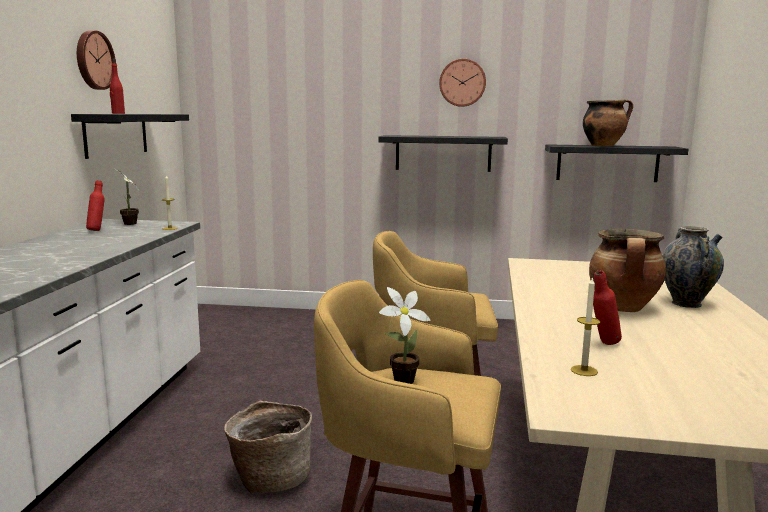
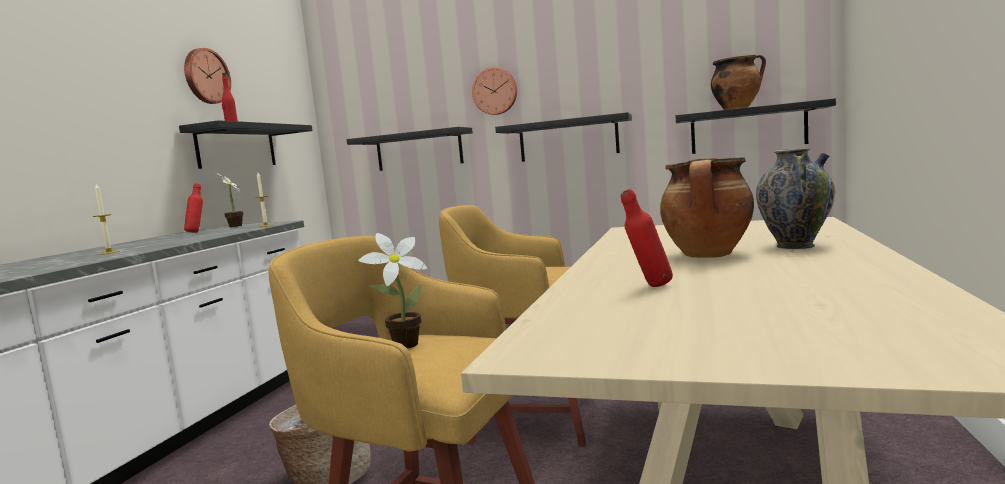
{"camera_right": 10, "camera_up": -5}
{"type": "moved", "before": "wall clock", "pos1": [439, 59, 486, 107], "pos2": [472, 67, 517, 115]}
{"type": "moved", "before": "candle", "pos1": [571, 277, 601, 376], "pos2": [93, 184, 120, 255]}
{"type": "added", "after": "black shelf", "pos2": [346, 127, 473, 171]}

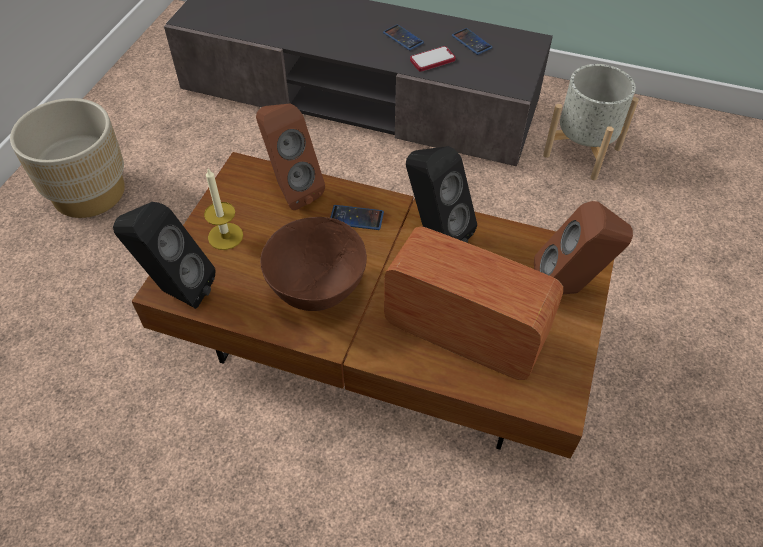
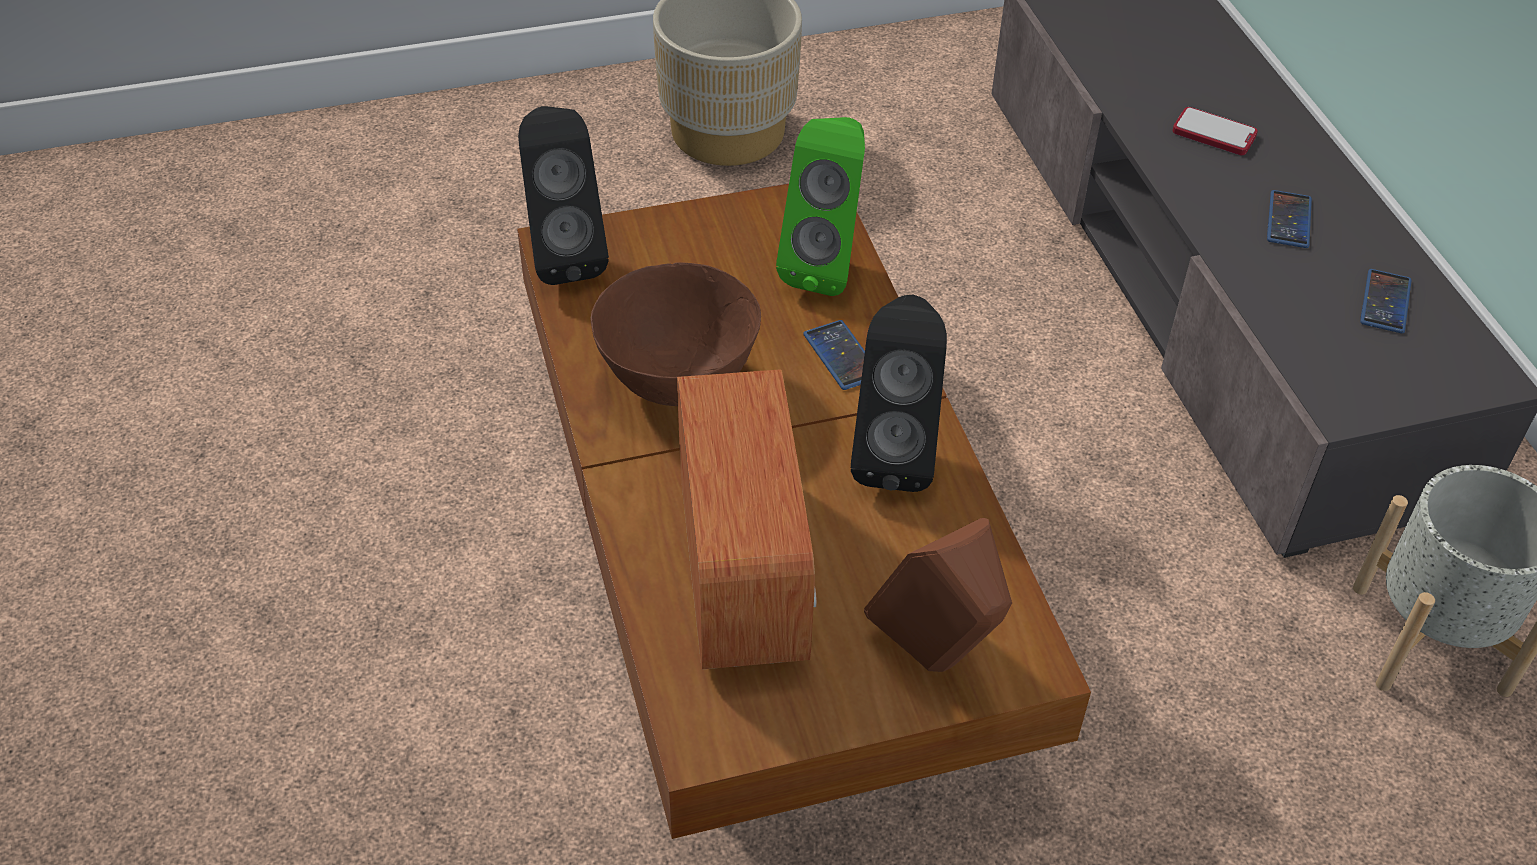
{"camera_right": 55, "camera_up": -5}
{"type": "removed", "before": "candle", "pos1": [204, 169, 243, 250]}
{"type": "recoloured", "before": "brown speaker", "after": "green speaker", "pos1": [256, 103, 325, 210], "pos2": [776, 117, 865, 296]}
{"type": "moved", "before": "phone", "pos1": [410, 46, 456, 72], "pos2": [1172, 107, 1258, 155]}

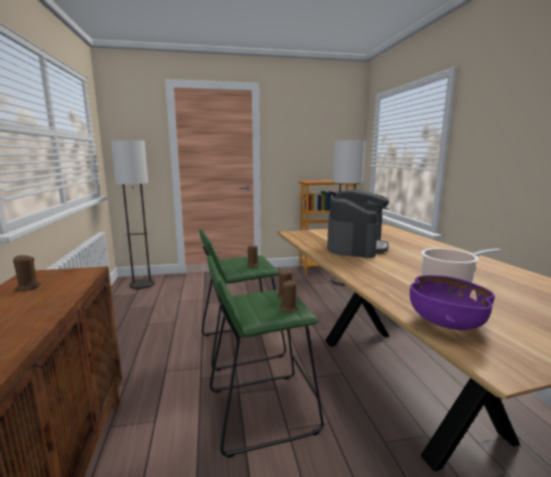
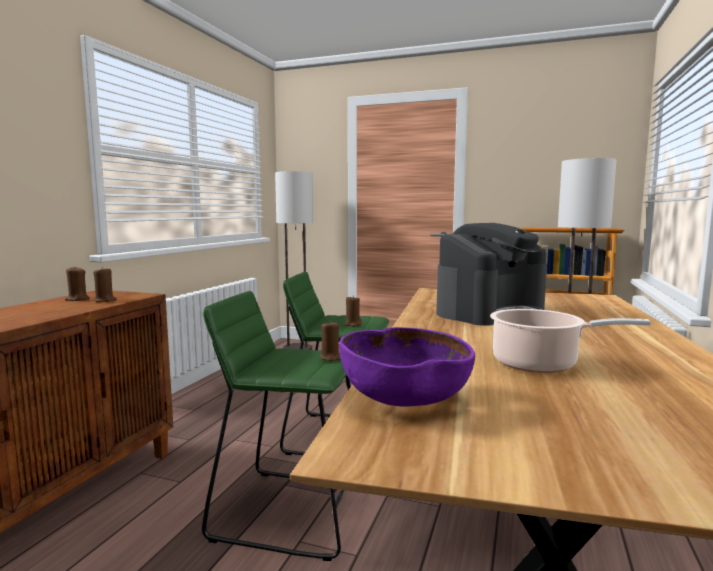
{"camera_right": 30, "camera_up": -5}
{"type": "moved", "before": "brown candle", "pos1": [280, 280, 299, 312], "pos2": [93, 267, 117, 302]}

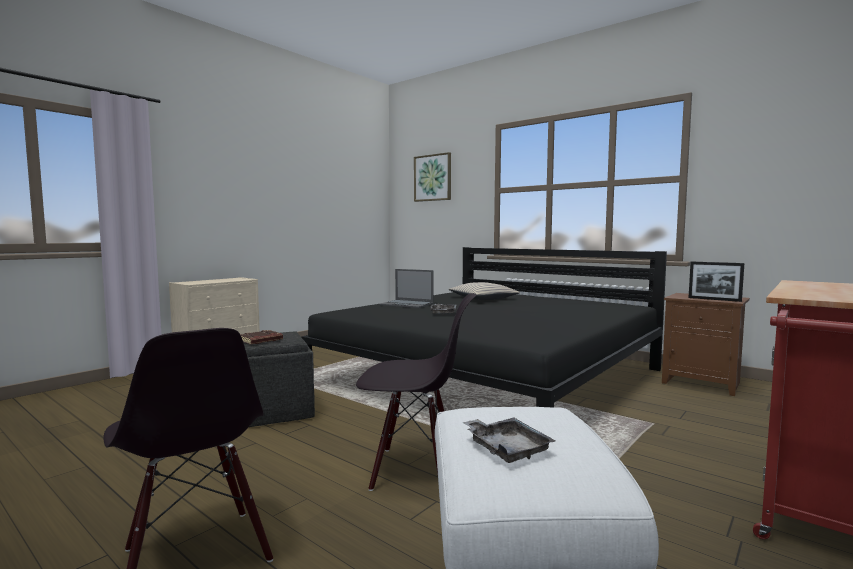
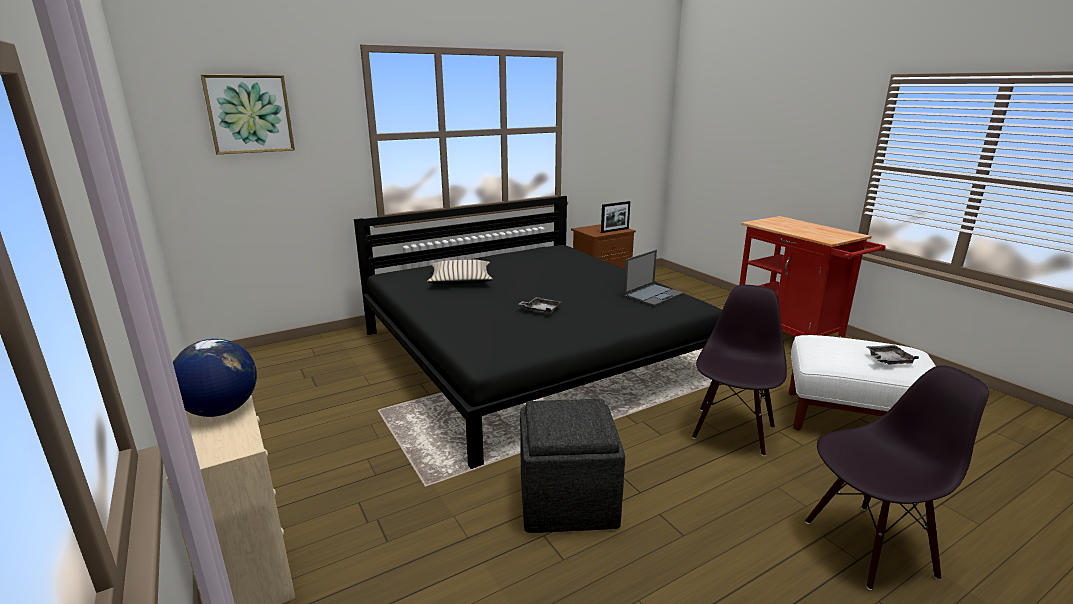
{"camera_right": -70, "camera_up": 15}
{"type": "removed", "before": "brown book", "pos1": [240, 330, 283, 344]}
{"type": "moved", "before": "laptop", "pos1": [380, 269, 434, 308], "pos2": [624, 250, 684, 306]}
{"type": "added", "after": "globe", "pos2": [173, 339, 257, 417]}

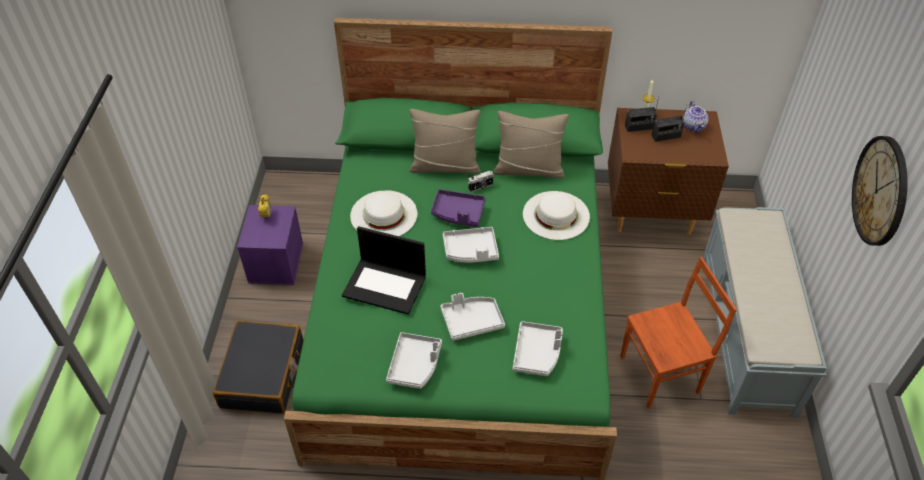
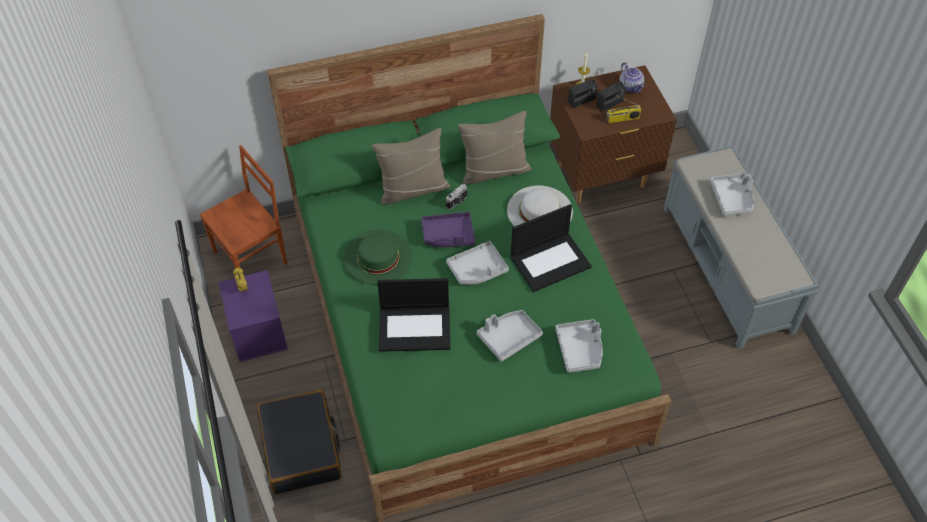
{"camera_right": -20, "camera_up": 5}
{"type": "recoloured", "before": "white hat", "after": "green hat", "pos1": [350, 190, 417, 236], "pos2": [344, 230, 412, 285]}
{"type": "moved", "before": "grey tray", "pos1": [386, 332, 442, 389], "pos2": [710, 173, 754, 216]}
{"type": "moved", "before": "brown chair", "pos1": [620, 257, 737, 409], "pos2": [200, 145, 287, 274]}
{"type": "removed", "before": "wall clock", "pos1": [852, 136, 908, 246]}
{"type": "added", "after": "laptop", "pos2": [511, 204, 592, 292]}
{"type": "added", "after": "radio", "pos2": [606, 96, 641, 124]}

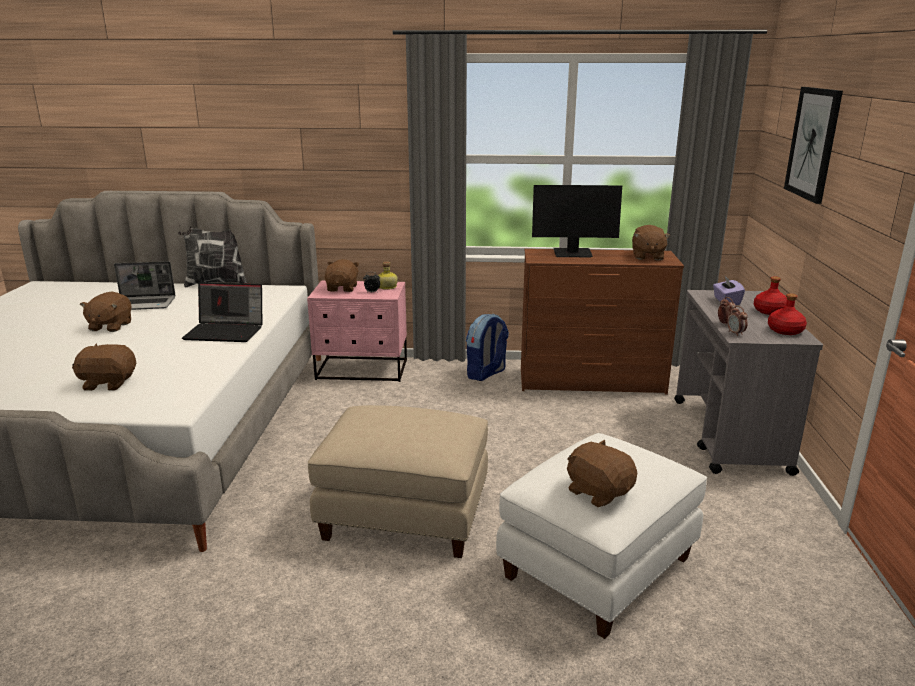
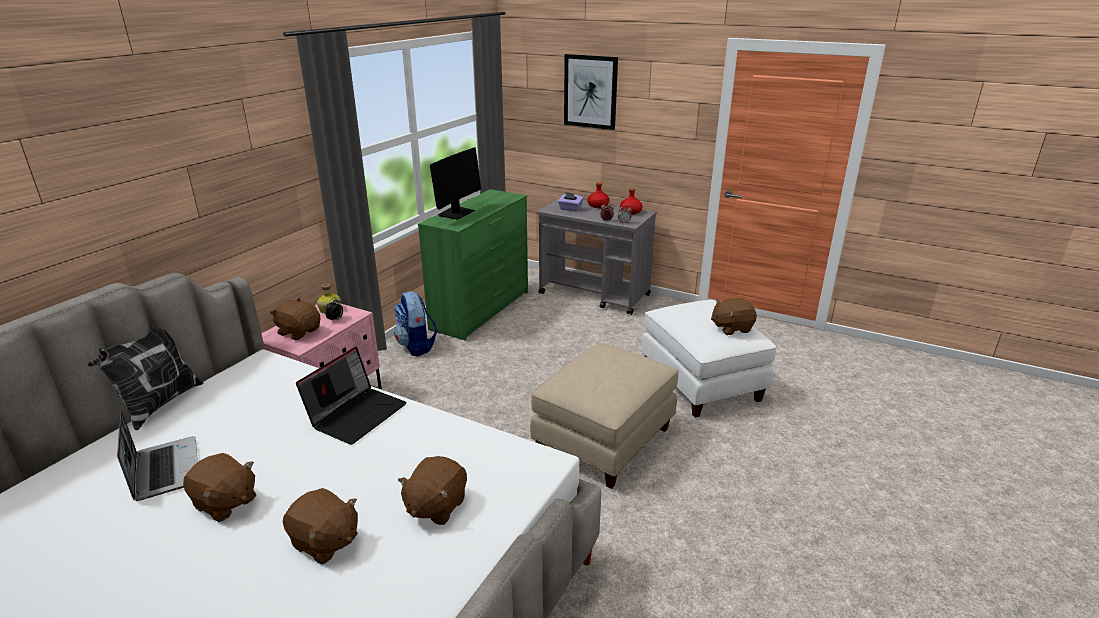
{"camera_right": -65, "camera_up": 5}
{"type": "turned", "before": "laptop", "pos1": [114, 261, 175, 310], "pos2": [117, 410, 198, 501], "turn": -45}
{"type": "recoloured", "before": "brown dresser", "after": "green dresser", "pos1": [521, 249, 684, 395], "pos2": [418, 189, 528, 341]}
{"type": "moved", "before": "brown plush toy", "pos1": [632, 225, 670, 260], "pos2": [283, 488, 358, 565]}

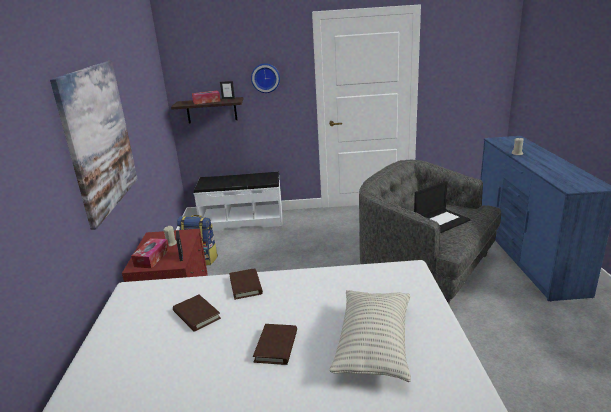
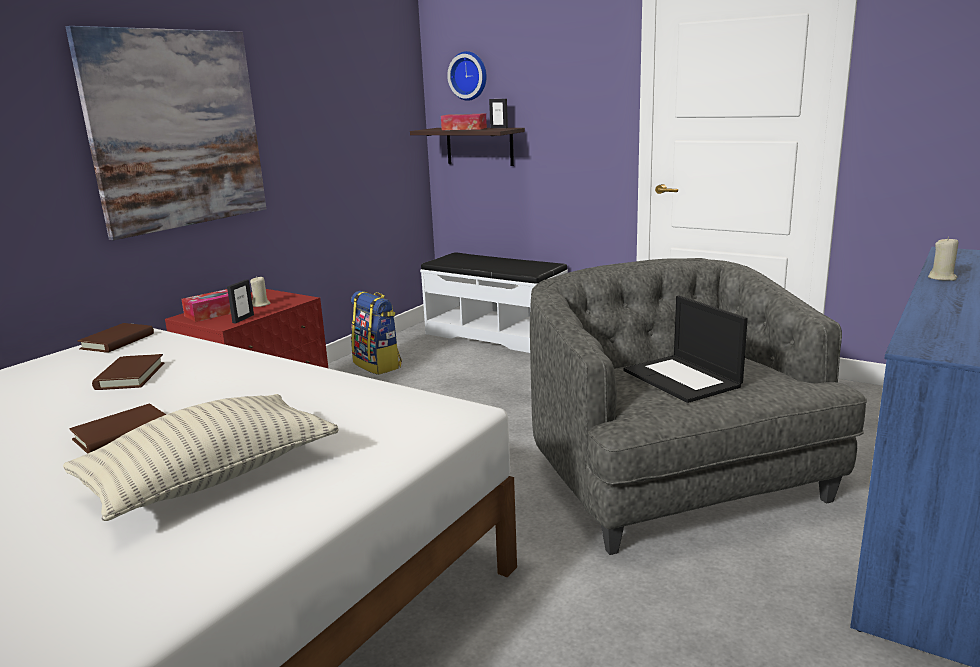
{"camera_right": 35, "camera_up": -5}
{"type": "moved", "before": "brown book", "pos1": [229, 268, 263, 300], "pos2": [77, 323, 154, 353]}
{"type": "moved", "before": "wall clock", "pos1": [251, 63, 280, 93], "pos2": [447, 51, 487, 101]}
{"type": "turned", "before": "laptop", "pos1": [414, 181, 471, 233], "pos2": [623, 295, 748, 403], "turn": 60}

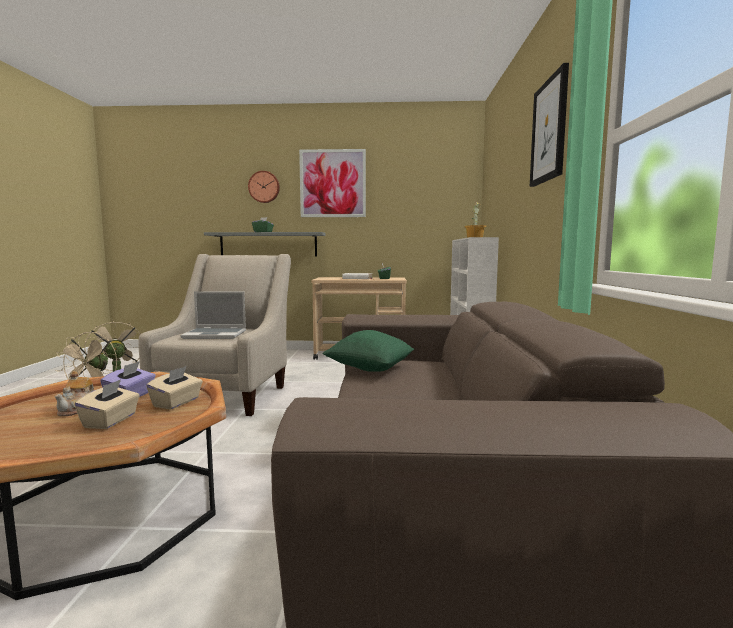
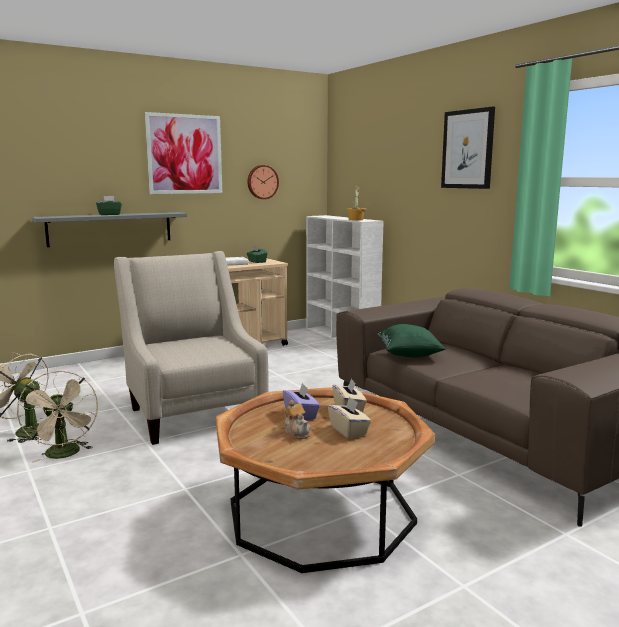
{"camera_right": -35, "camera_up": 5}
{"type": "removed", "before": "laptop", "pos1": [180, 292, 246, 339]}
{"type": "moved", "before": "wall clock", "pos1": [248, 171, 280, 203], "pos2": [247, 165, 279, 199]}

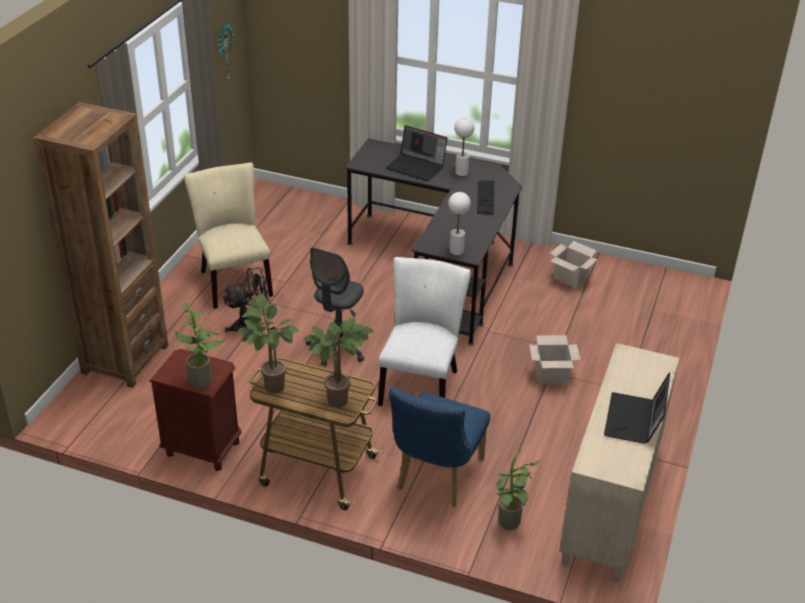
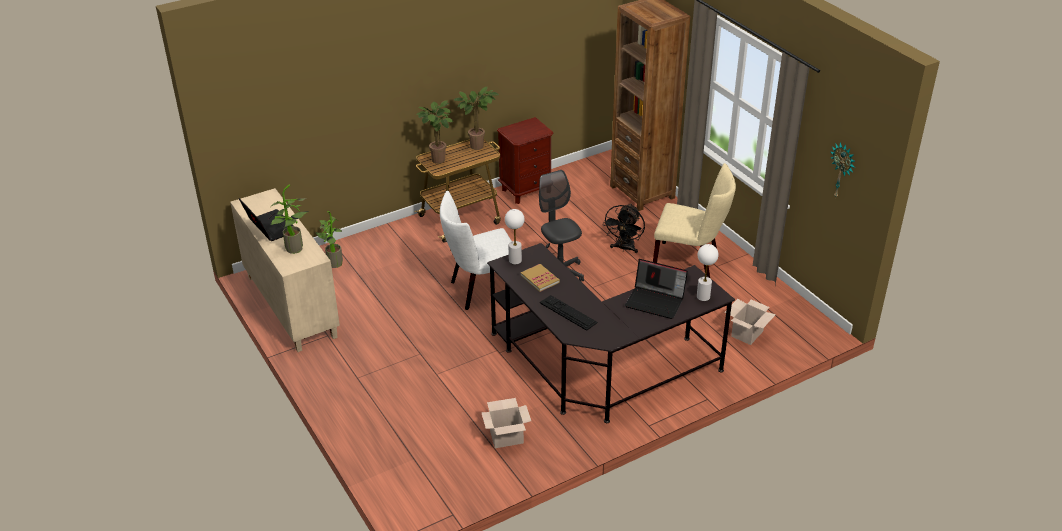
{"camera_right": 130, "camera_up": 0}
{"type": "moved", "before": "potted plant", "pos1": [175, 303, 226, 389], "pos2": [271, 185, 309, 254]}
{"type": "turned", "before": "white chair", "pos1": [378, 257, 471, 406], "pos2": [440, 191, 512, 310], "turn": 105}
{"type": "turned", "before": "laptop", "pos1": [386, 125, 448, 181], "pos2": [625, 259, 688, 319], "turn": -135}
{"type": "removed", "before": "blue chair", "pos1": [388, 387, 490, 507]}
{"type": "moved", "before": "white table lamp", "pos1": [454, 117, 474, 176], "pos2": [697, 244, 718, 301]}
{"type": "moved", "before": "cardboard box", "pos1": [529, 335, 580, 384], "pos2": [725, 299, 776, 345]}
{"type": "added", "after": "book", "pos2": [521, 264, 560, 292]}

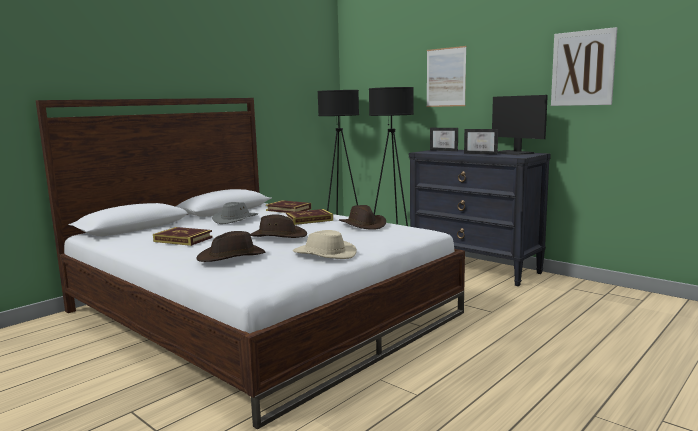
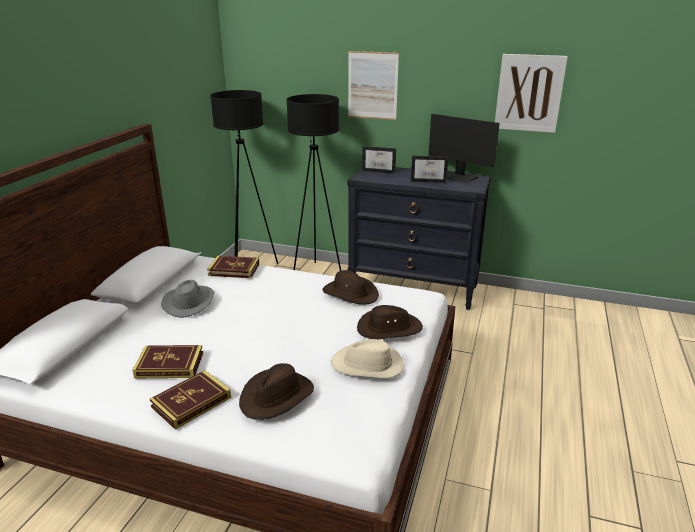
{"camera_right": -25, "camera_up": 15}
{"type": "moved", "before": "brown hat", "pos1": [250, 214, 307, 238], "pos2": [357, 305, 423, 339]}
{"type": "moved", "before": "book", "pos1": [286, 209, 333, 225], "pos2": [150, 370, 231, 430]}

